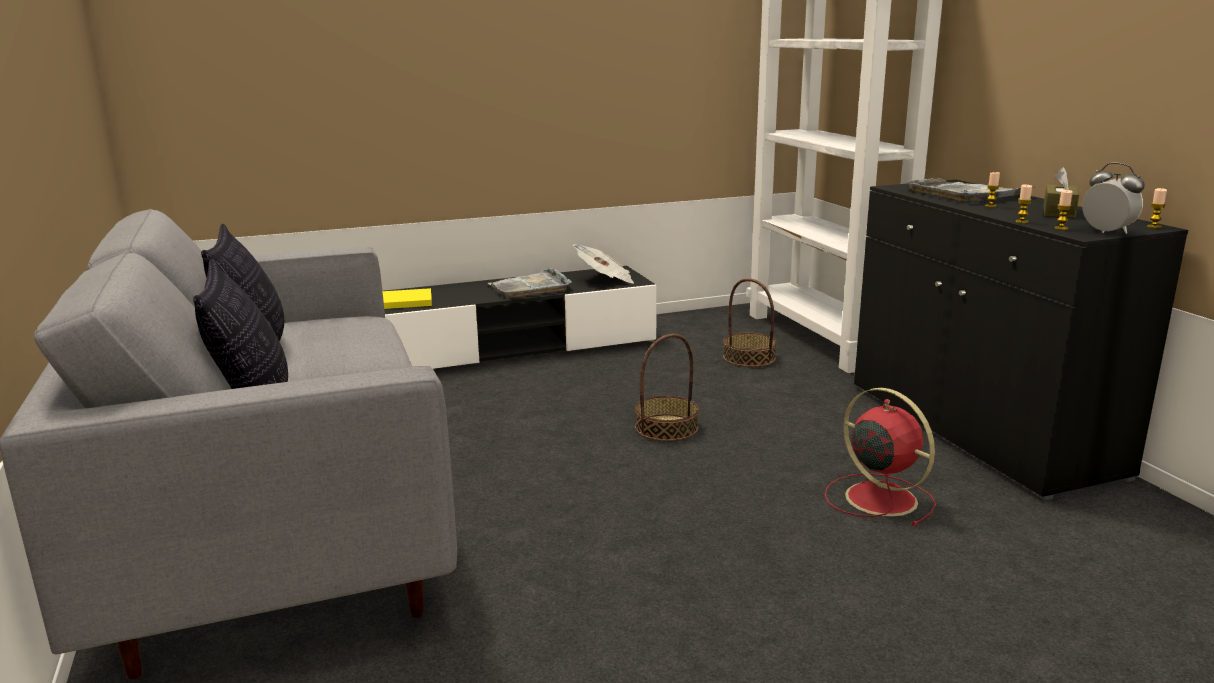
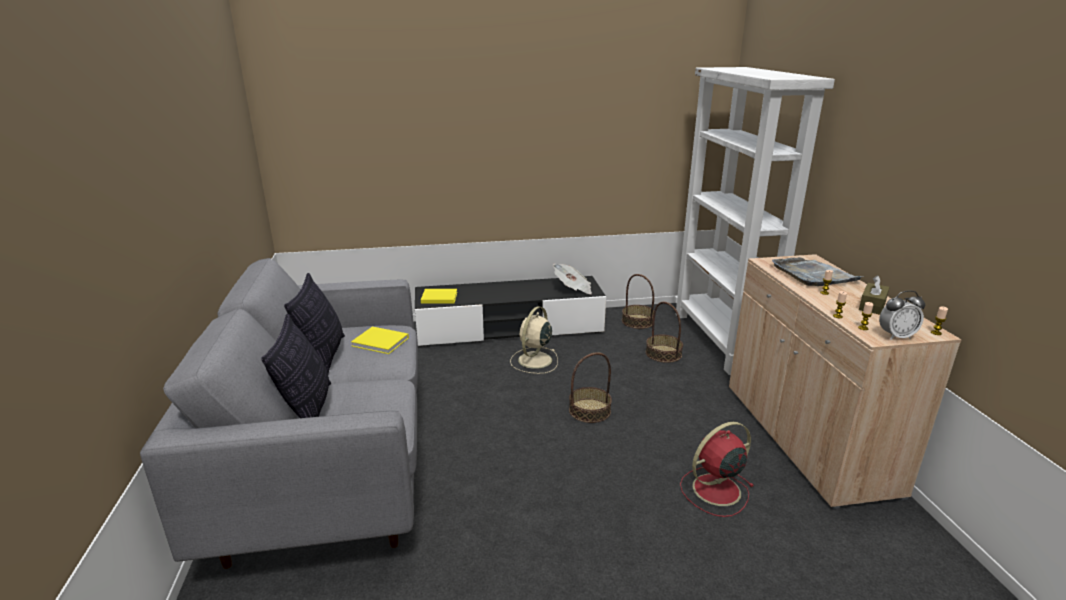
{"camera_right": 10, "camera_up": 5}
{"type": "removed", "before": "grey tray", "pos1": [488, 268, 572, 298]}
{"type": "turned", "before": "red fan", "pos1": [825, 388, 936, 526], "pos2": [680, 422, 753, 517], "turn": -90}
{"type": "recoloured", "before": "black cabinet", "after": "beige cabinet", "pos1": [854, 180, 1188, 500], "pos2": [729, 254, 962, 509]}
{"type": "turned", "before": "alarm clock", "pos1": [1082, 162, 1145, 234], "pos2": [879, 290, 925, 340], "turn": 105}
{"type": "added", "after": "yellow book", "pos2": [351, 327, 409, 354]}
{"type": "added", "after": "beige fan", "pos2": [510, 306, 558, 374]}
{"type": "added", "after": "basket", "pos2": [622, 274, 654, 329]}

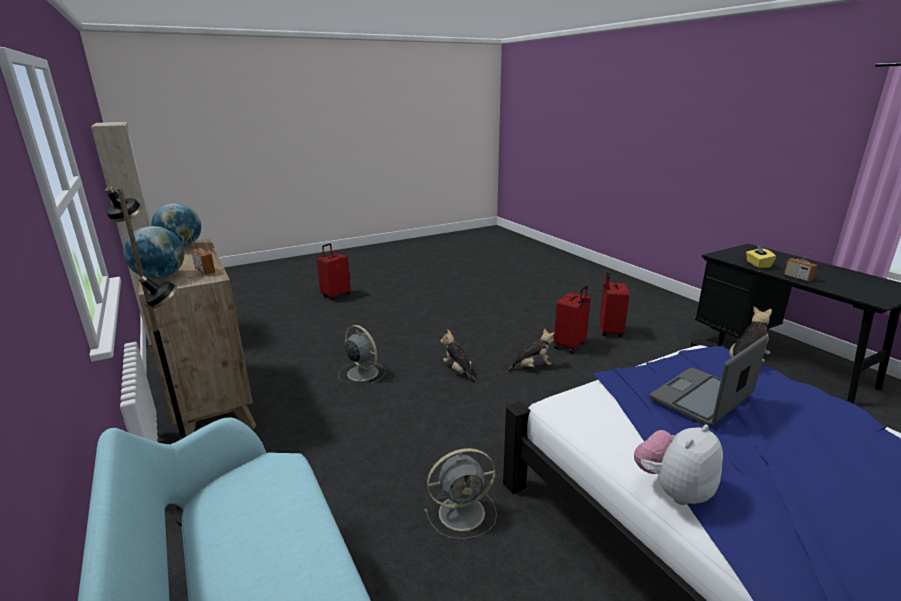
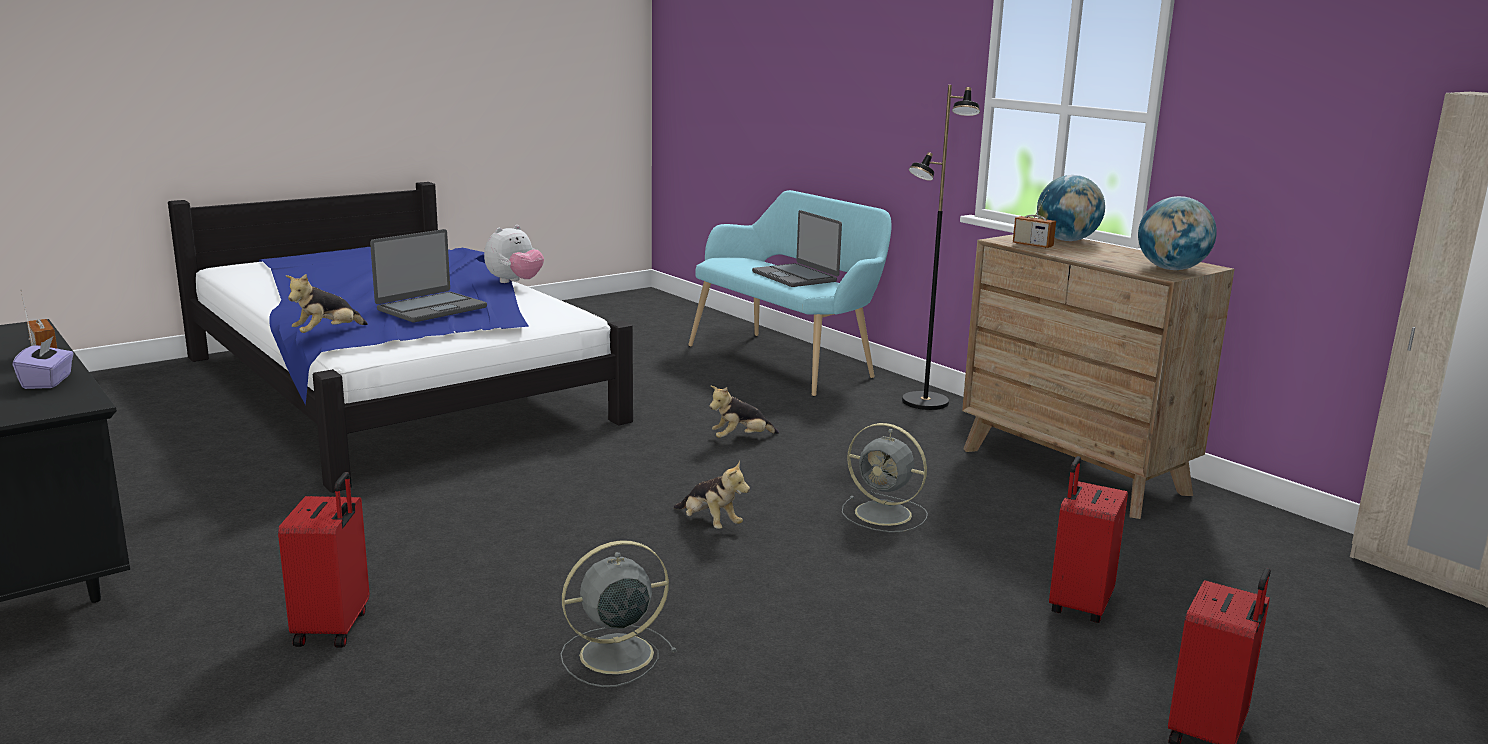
{"camera_right": 170, "camera_up": -5}
{"type": "moved", "before": "grey fan", "pos1": [424, 448, 497, 539], "pos2": [561, 540, 677, 687]}
{"type": "moved", "before": "plush toy", "pos1": [508, 328, 555, 371], "pos2": [709, 386, 779, 438]}
{"type": "moved", "before": "red suitcase", "pos1": [554, 286, 591, 353], "pos2": [1049, 456, 1128, 623]}
{"type": "recoloured", "before": "yellow tissue box", "after": "purple tissue box", "pos1": [746, 245, 776, 268], "pos2": [13, 336, 74, 389]}
{"type": "added", "after": "laptop", "pos2": [752, 210, 842, 287]}

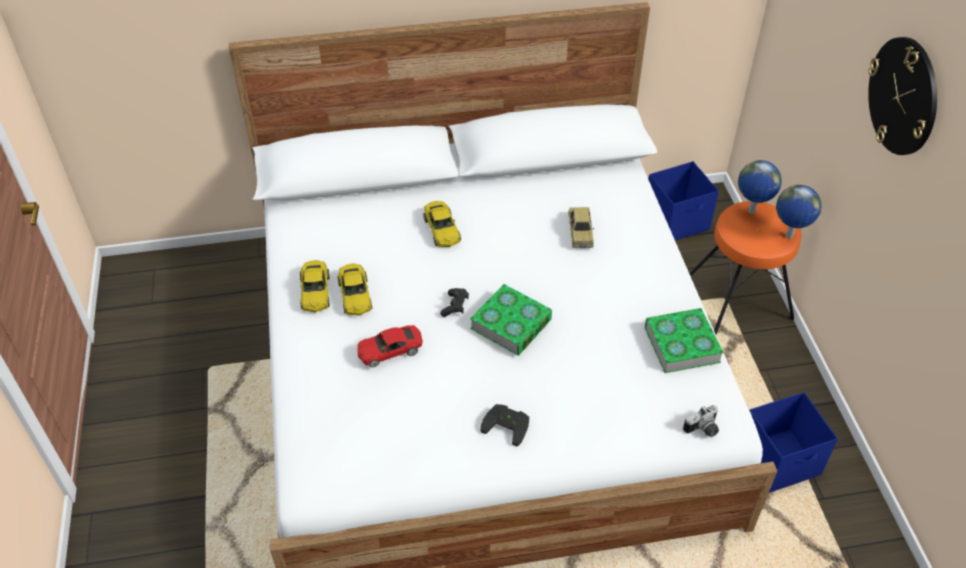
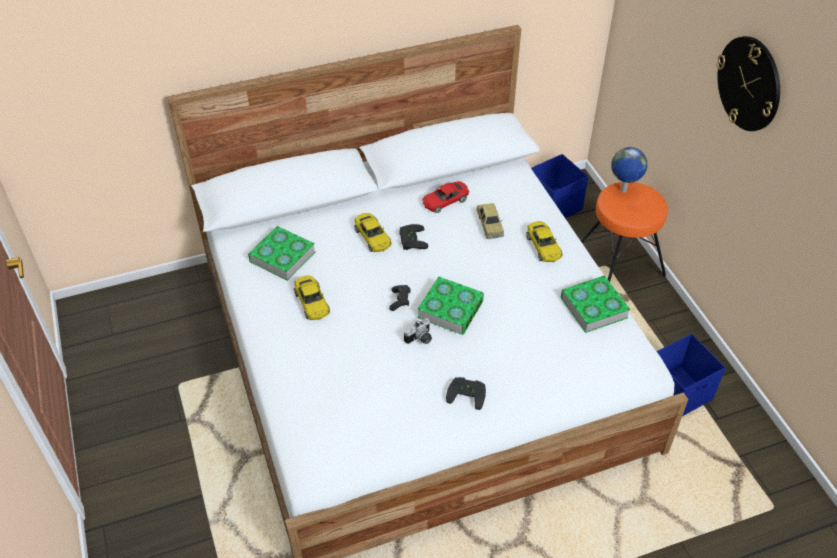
{"camera_right": -10, "camera_up": 0}
{"type": "moved", "before": "yellow toy car", "pos1": [300, 260, 330, 313], "pos2": [526, 221, 562, 262]}
{"type": "moved", "before": "red toy car", "pos1": [357, 325, 423, 367], "pos2": [423, 181, 469, 213]}
{"type": "moved", "before": "photo camera", "pos1": [683, 405, 719, 437], "pos2": [404, 318, 432, 344]}
{"type": "removed", "before": "globe", "pos1": [776, 185, 822, 239]}
{"type": "added", "after": "book", "pos2": [248, 226, 315, 281]}
{"type": "added", "after": "black game controller", "pos2": [399, 224, 428, 250]}

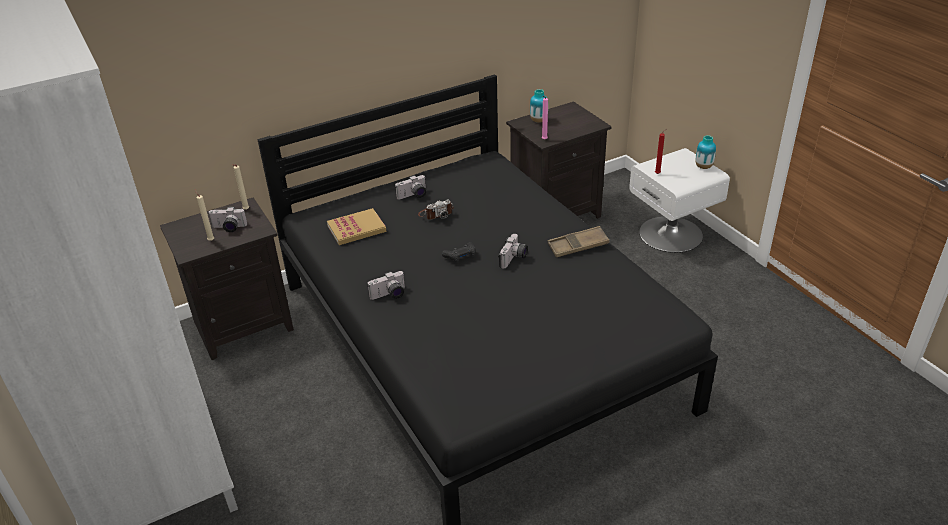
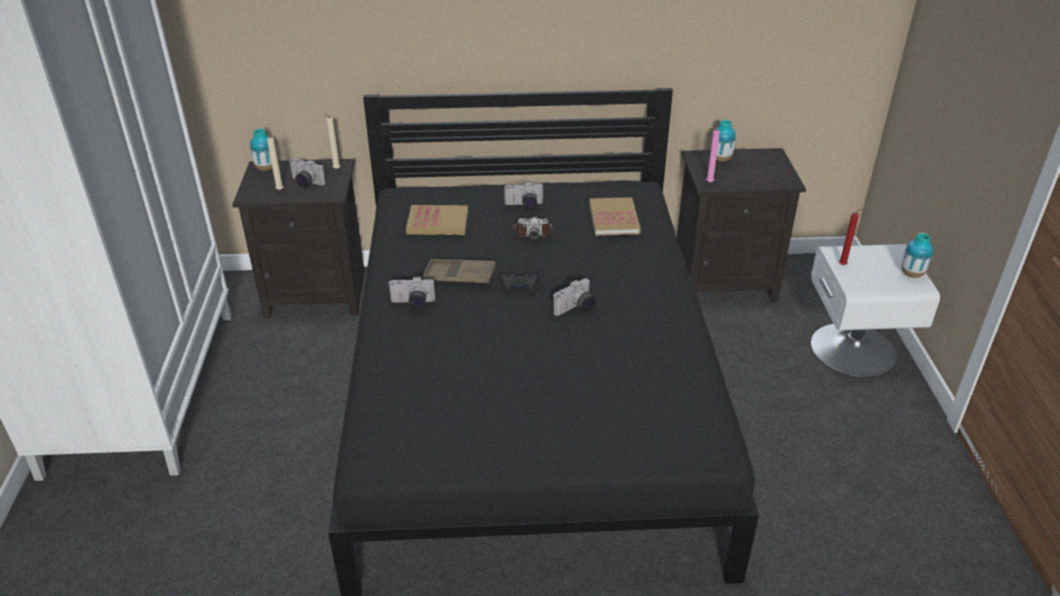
{"camera_right": 25, "camera_up": 0}
{"type": "moved", "before": "brown tray", "pos1": [548, 226, 610, 258], "pos2": [422, 259, 496, 283]}
{"type": "added", "after": "vase", "pos2": [250, 128, 272, 171]}
{"type": "added", "after": "book", "pos2": [589, 197, 641, 236]}

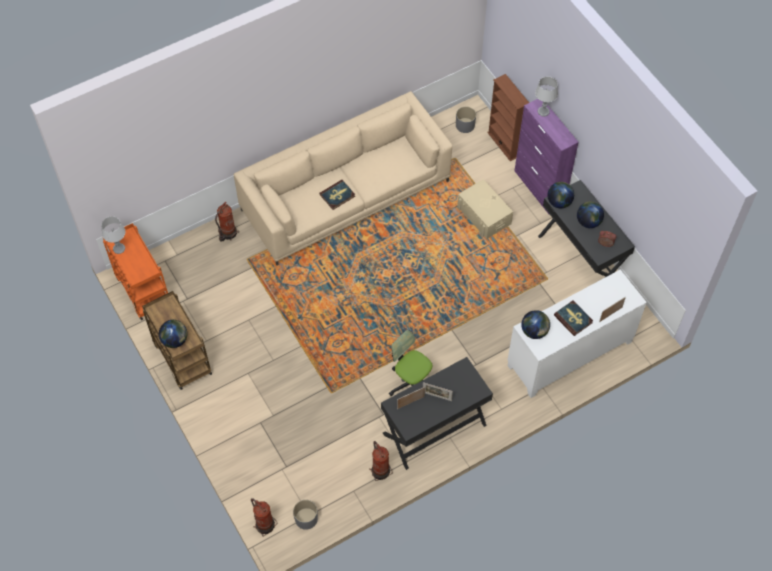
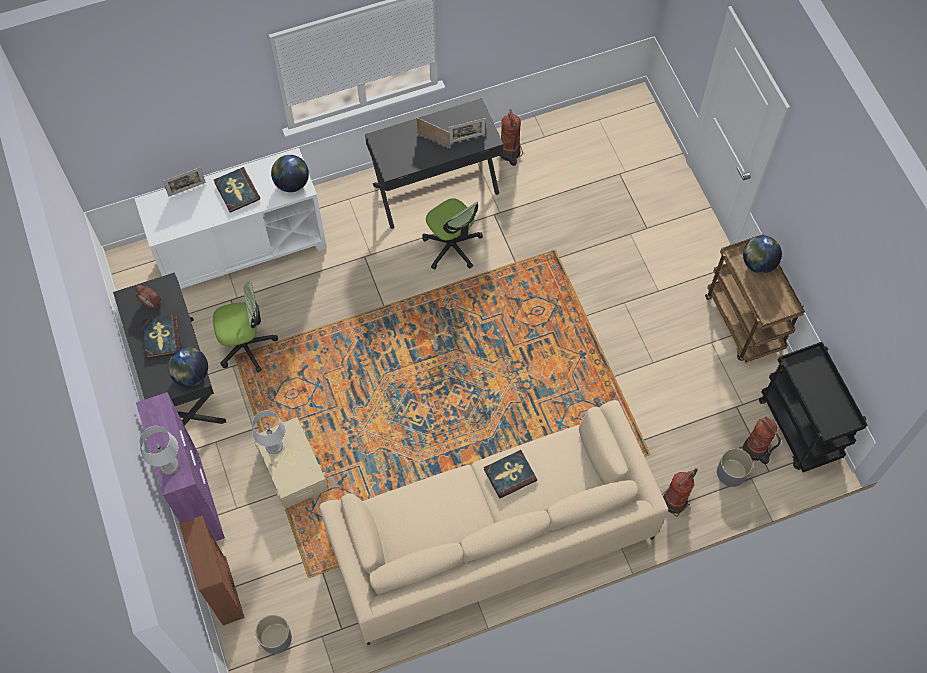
{"camera_right": -170, "camera_up": 5}
{"type": "moved", "before": "grey table lamp", "pos1": [101, 216, 125, 254], "pos2": [252, 410, 285, 454]}
{"type": "recoloured", "before": "orange cart", "after": "black cart", "pos1": [103, 223, 168, 320], "pos2": [759, 342, 867, 472]}
{"type": "moved", "before": "fire extinguisher", "pos1": [251, 498, 277, 537], "pos2": [739, 417, 781, 464]}
{"type": "moved", "before": "grey planter", "pos1": [293, 500, 318, 530], "pos2": [717, 448, 753, 487]}
{"type": "replaced", "before": "globe", "after": "book", "pos1": [577, 201, 604, 228], "pos2": [142, 314, 181, 359]}
{"type": "added", "after": "office chair", "pos2": [213, 281, 278, 372]}

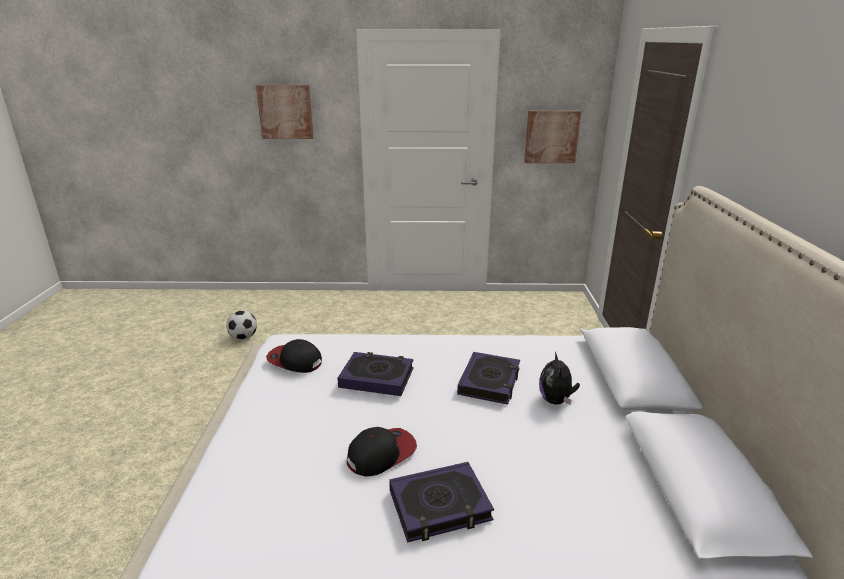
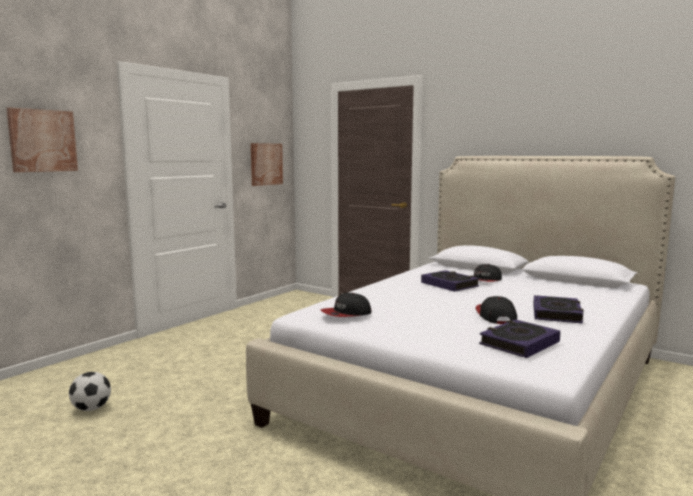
{"camera_right": -55, "camera_up": -15}
{"type": "moved", "before": "book", "pos1": [337, 352, 414, 396], "pos2": [479, 319, 560, 358]}
{"type": "replaced", "before": "plush toy", "after": "cap", "pos1": [539, 352, 580, 405], "pos2": [474, 264, 502, 282]}

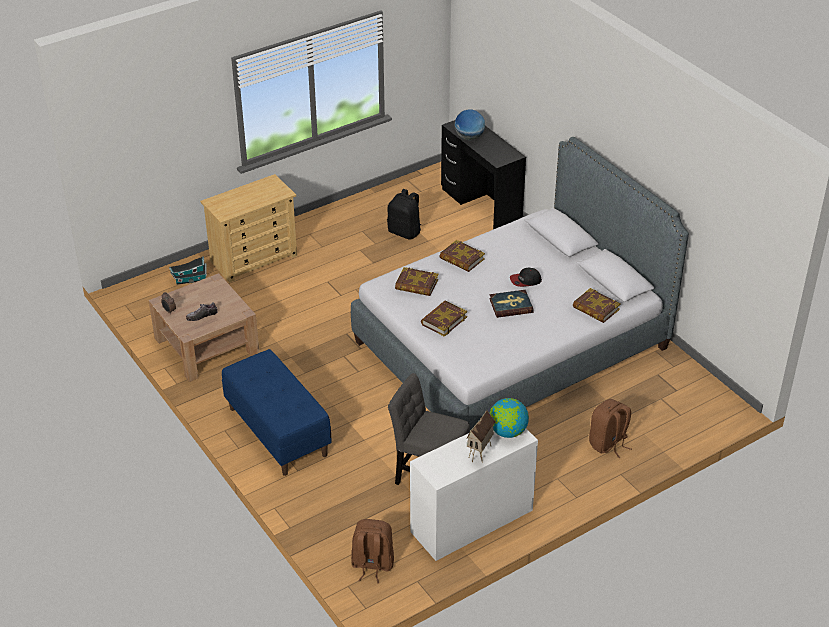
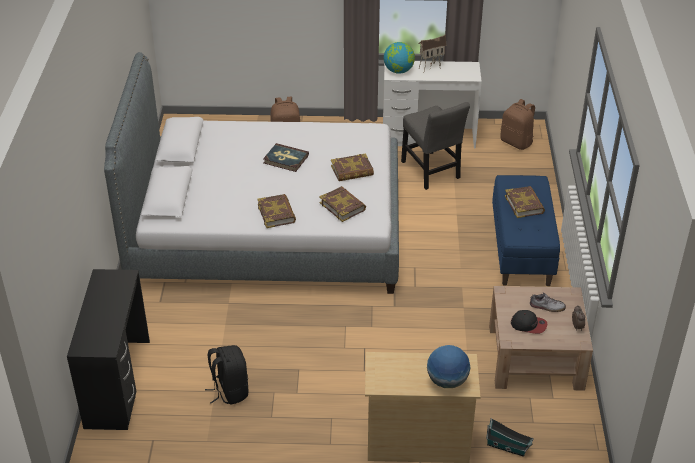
{"camera_right": -145, "camera_up": 0}
{"type": "moved", "before": "globe", "pos1": [455, 109, 485, 140], "pos2": [427, 345, 471, 388]}
{"type": "moved", "before": "cap", "pos1": [510, 268, 542, 287], "pos2": [511, 310, 547, 334]}
{"type": "moved", "before": "book", "pos1": [573, 288, 621, 323], "pos2": [505, 186, 545, 218]}

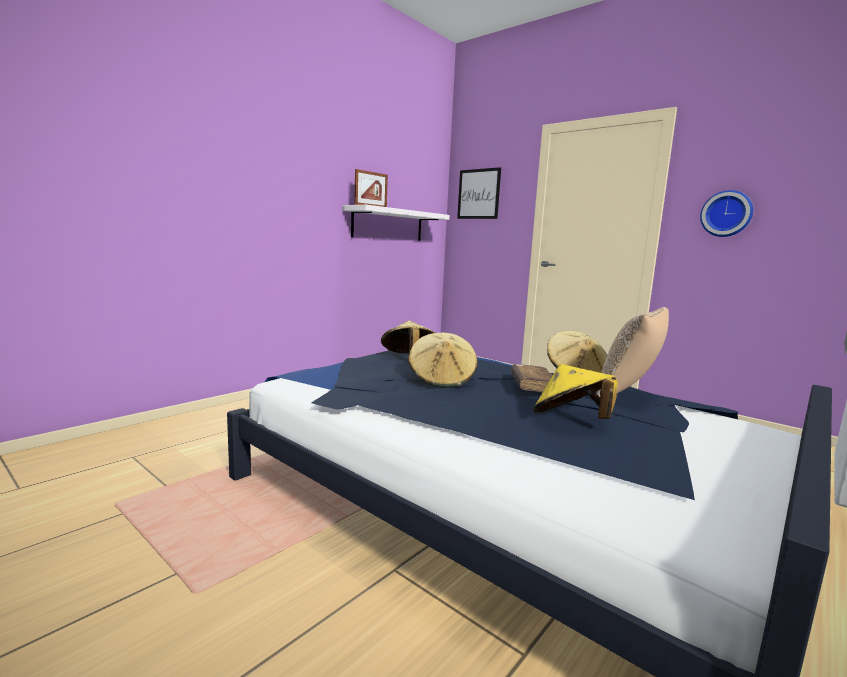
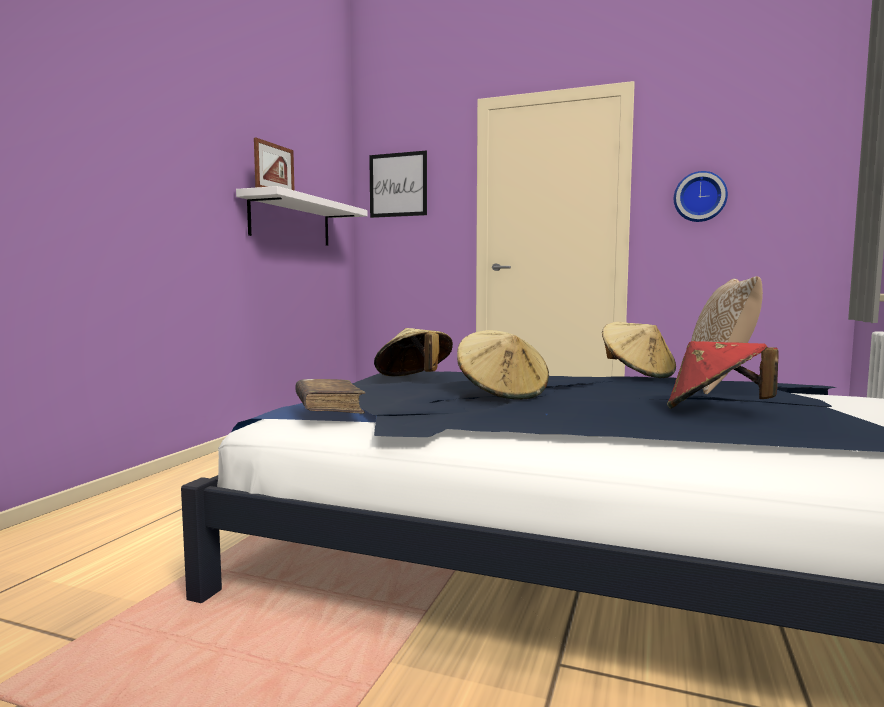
{"camera_right": -20, "camera_up": -5}
{"type": "moved", "before": "brown book", "pos1": [510, 364, 552, 393], "pos2": [295, 379, 365, 414]}
{"type": "recoloured", "before": "yellow hat", "after": "red hat", "pos1": [533, 364, 618, 419], "pos2": [667, 341, 778, 409]}

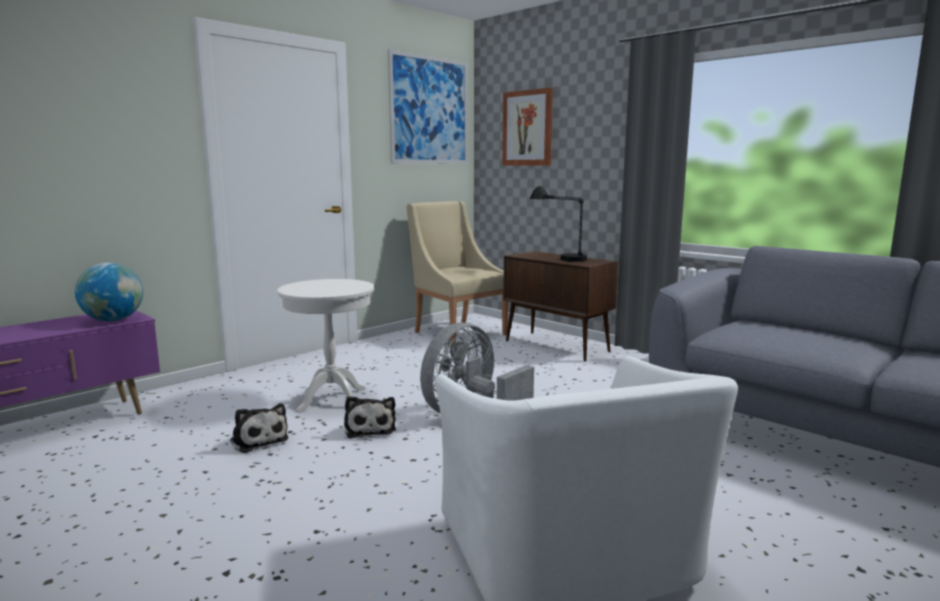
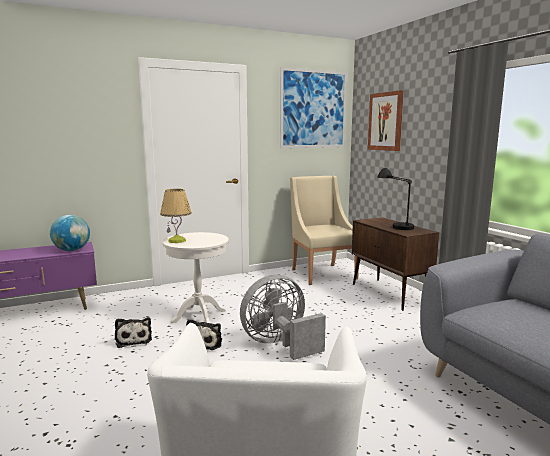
{"camera_right": 20, "camera_up": 0}
{"type": "added", "after": "table lamp", "pos2": [160, 189, 192, 243]}

